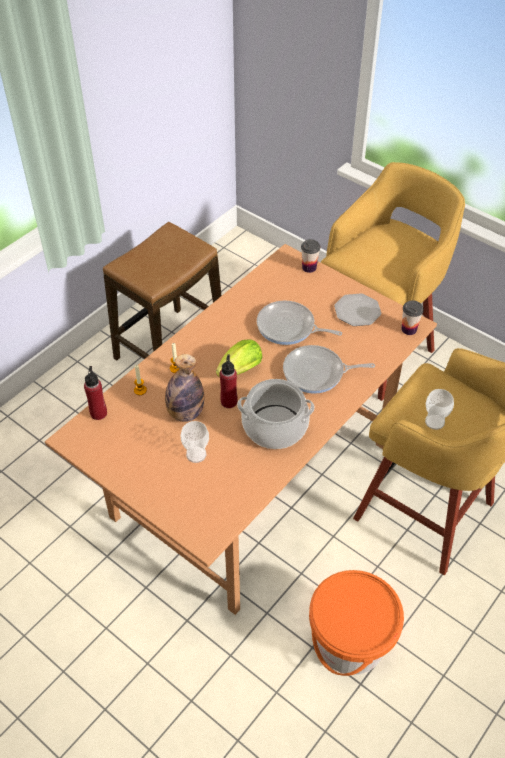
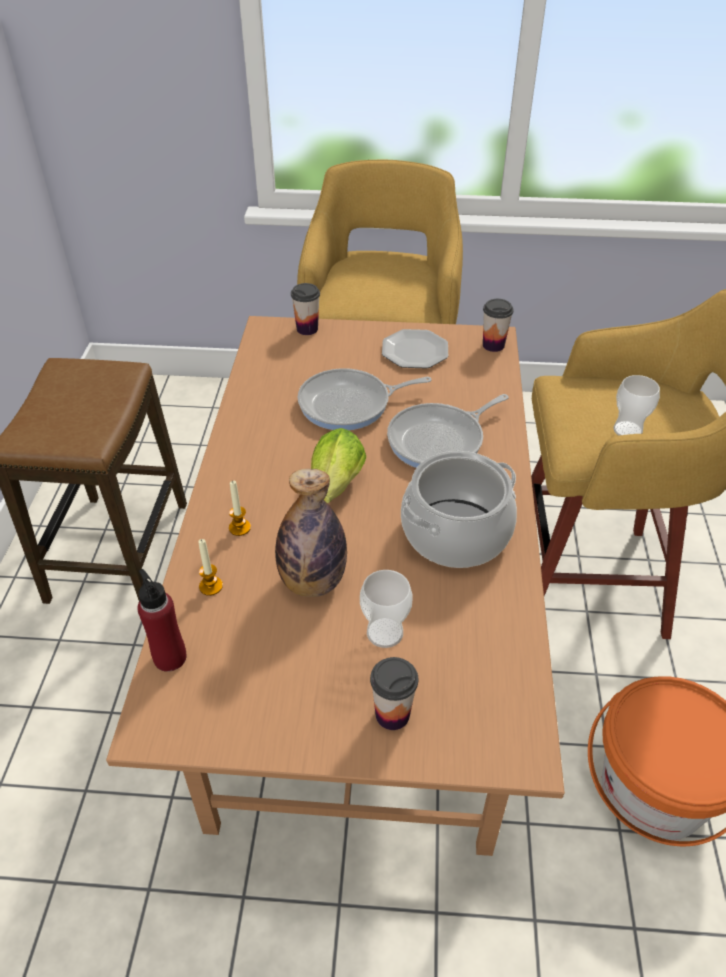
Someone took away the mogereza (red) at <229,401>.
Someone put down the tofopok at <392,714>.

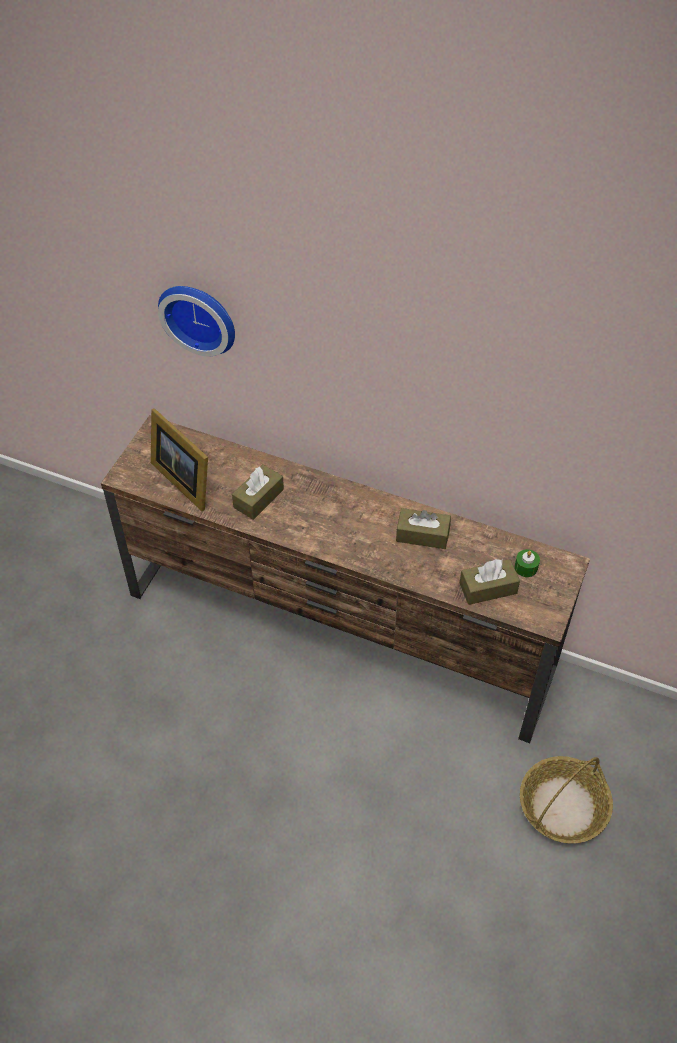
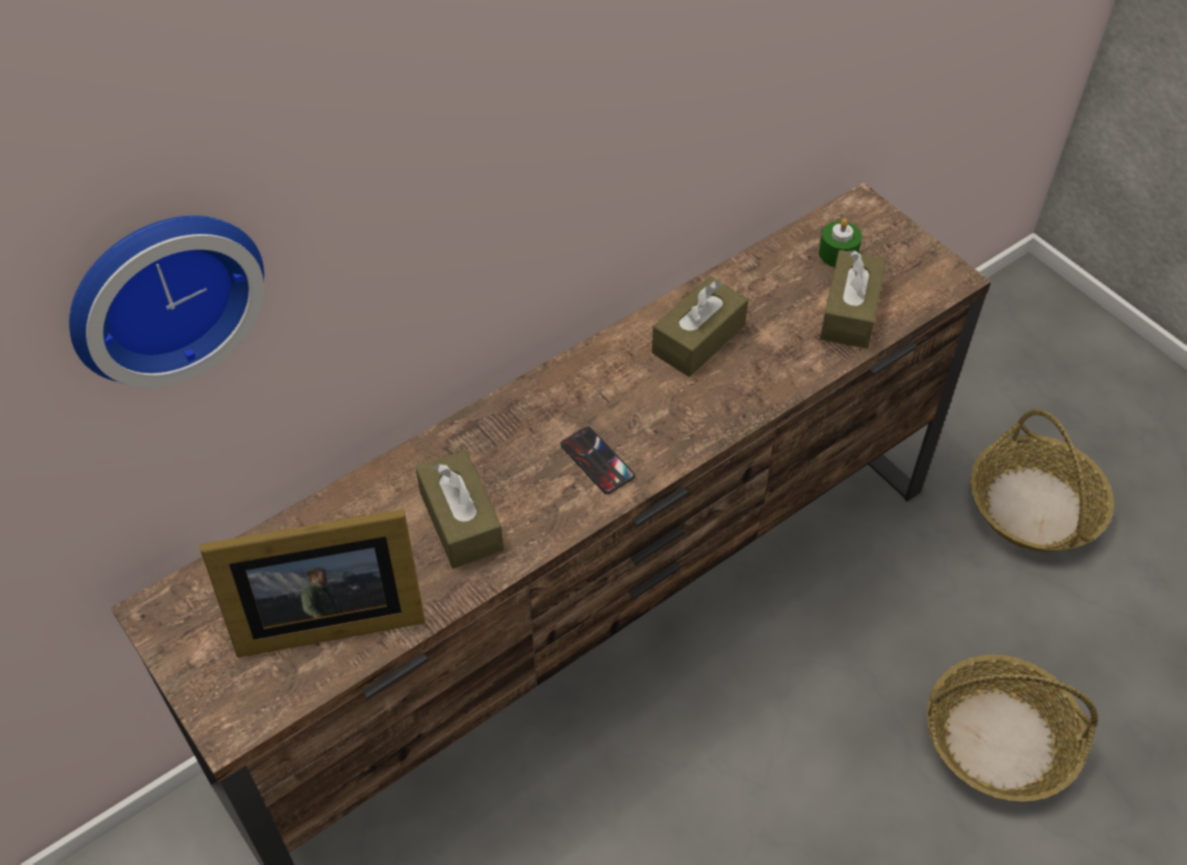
Someone put down the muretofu at <597,461>.
Someone put down the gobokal at <1000,739>.

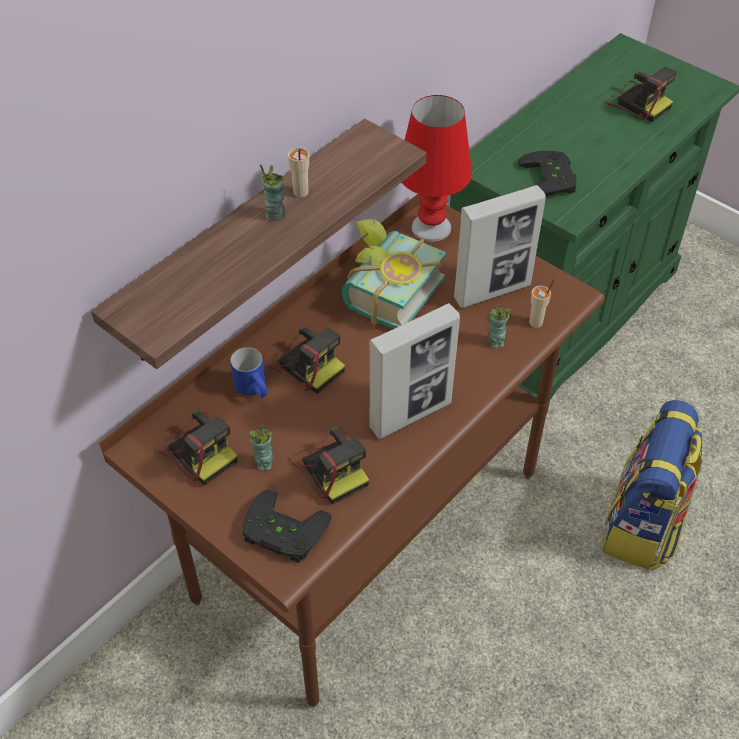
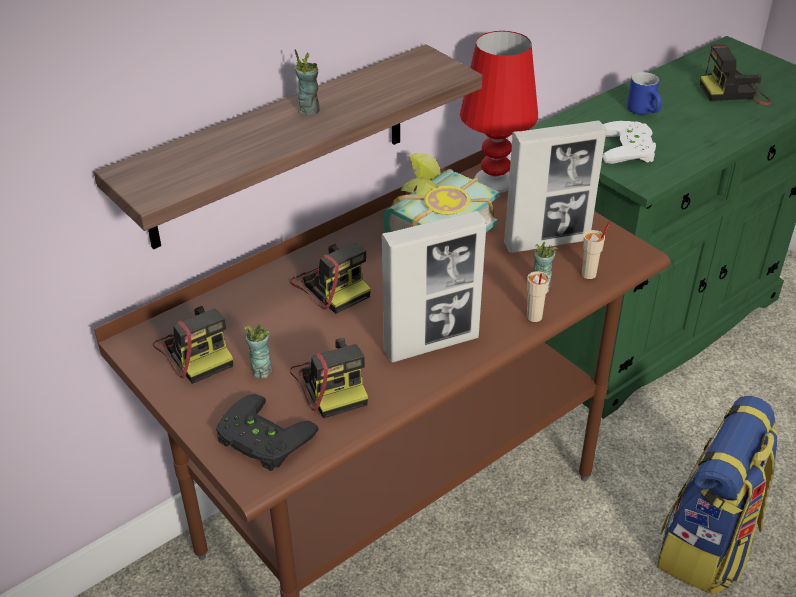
Someone carried the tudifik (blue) from <255,389> to <645,112>.
Someone carried the tofopok (beige) from <300,192> to <534,317>.
Someone repainted the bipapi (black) at <551,179>, which became the bipapi (white) at <630,148>.
Someone rotated the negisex at <637,103> by 120 degrees clockwise.

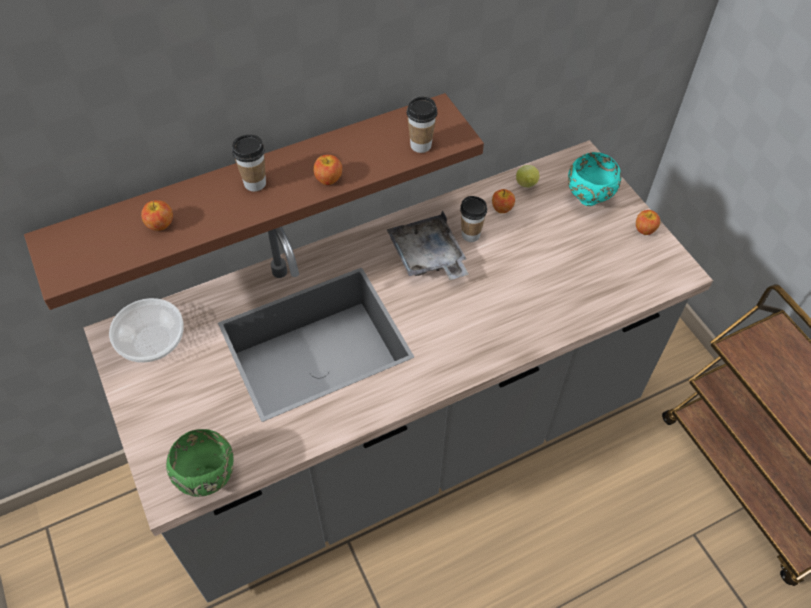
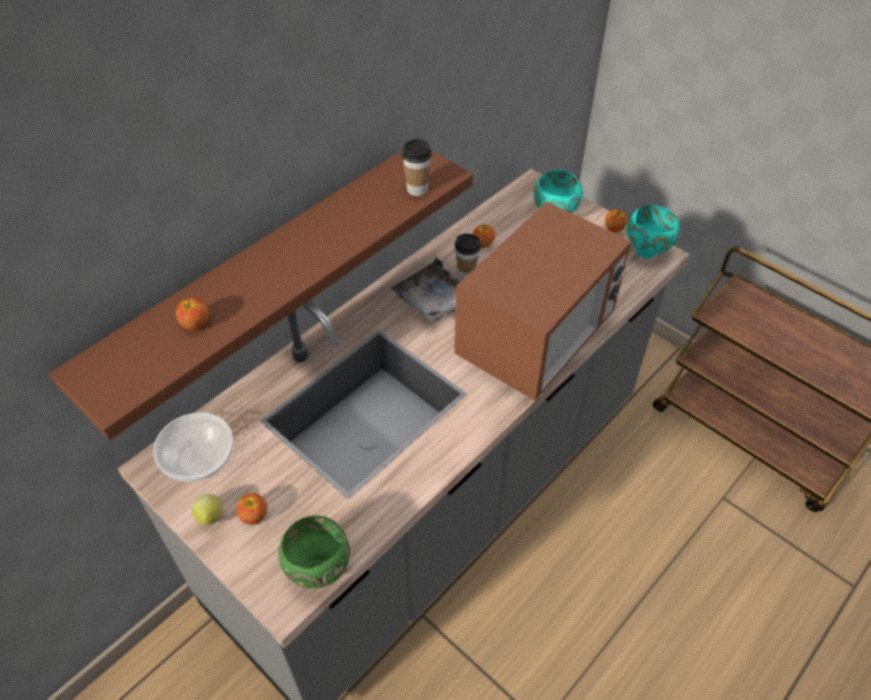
Someone took away the tofopok at <255,183>.
Someone put down the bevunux at <536,338>.
Someone put down the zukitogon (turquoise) at <647,252>.
Someone carried the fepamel from <328,179> to <254,515>.
Someone carried the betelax from <526,186> to <211,519>.

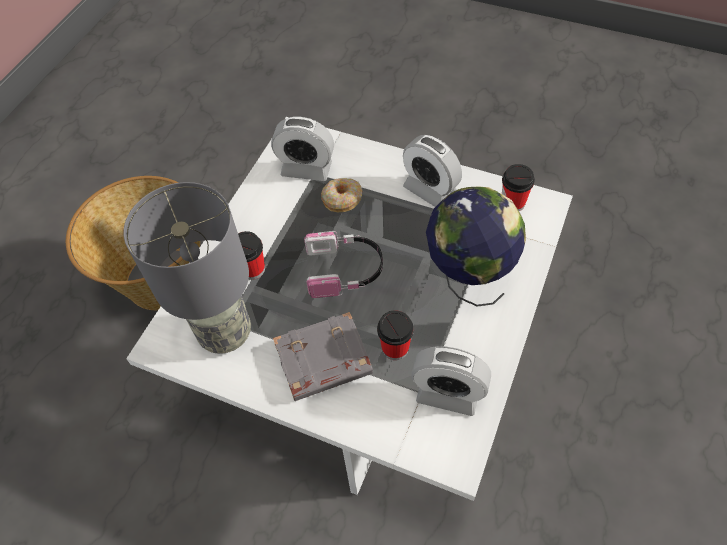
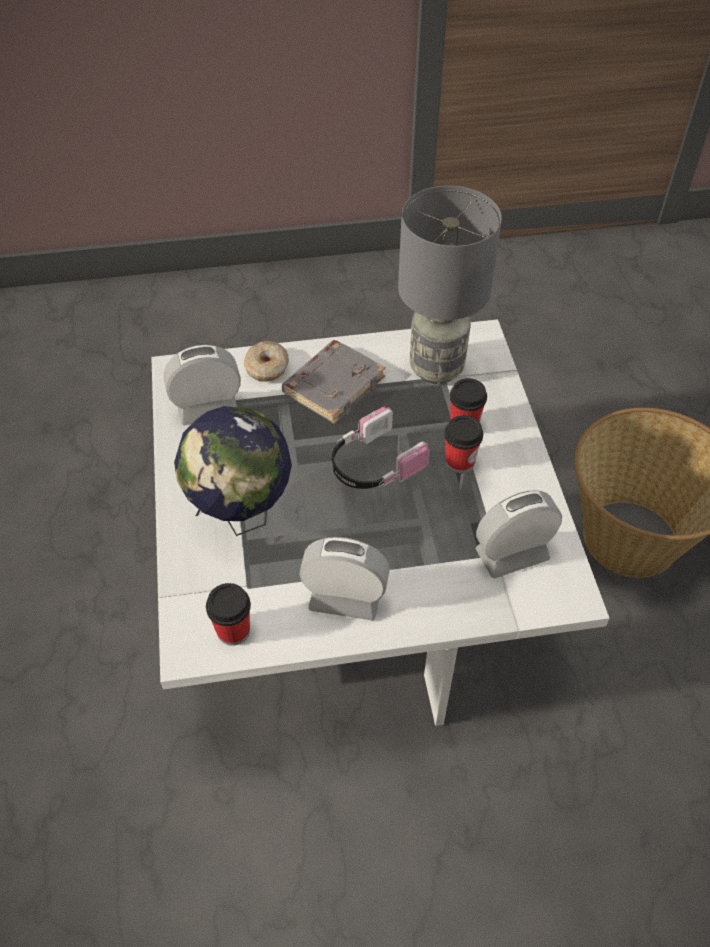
Someone carried the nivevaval from <342,199> to <267,368>.
Someone carried the tofopok from <395,348> to <459,462>.

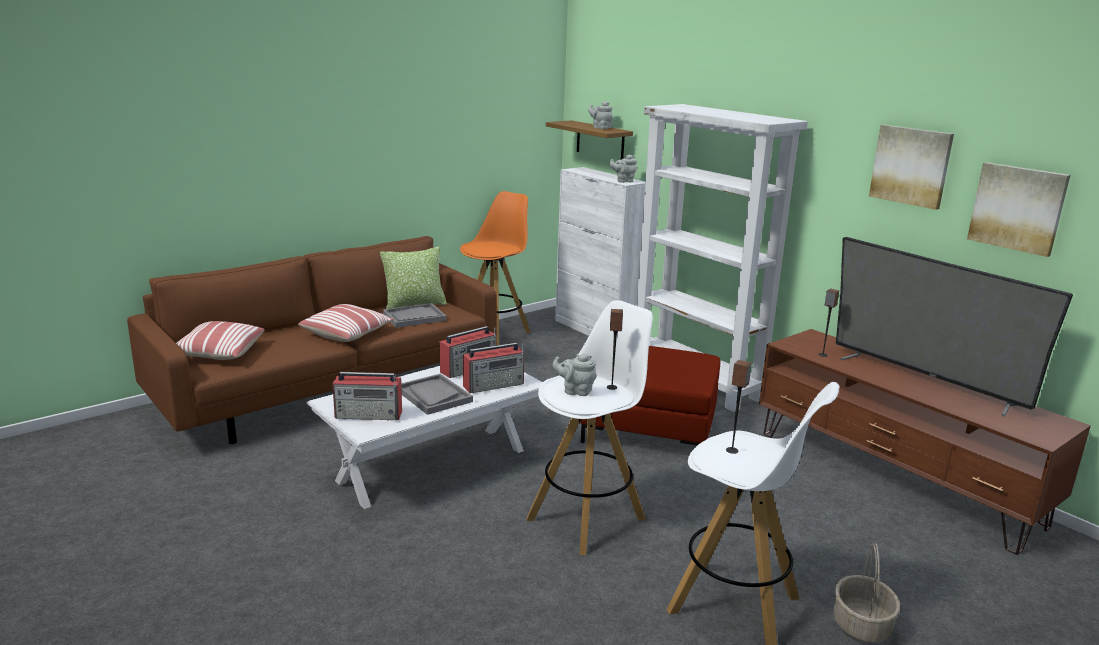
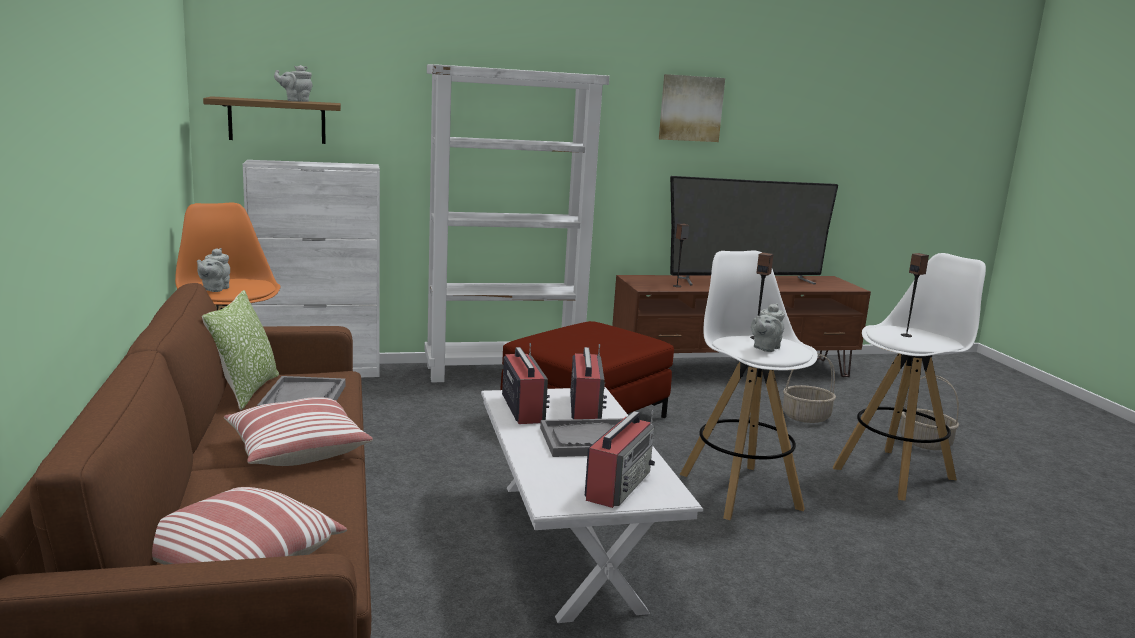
Someone took away the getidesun at <1017,208>.
Someone put down the gobokal at <806,417>.
Someone carried the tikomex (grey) from <623,181> to <214,289>.

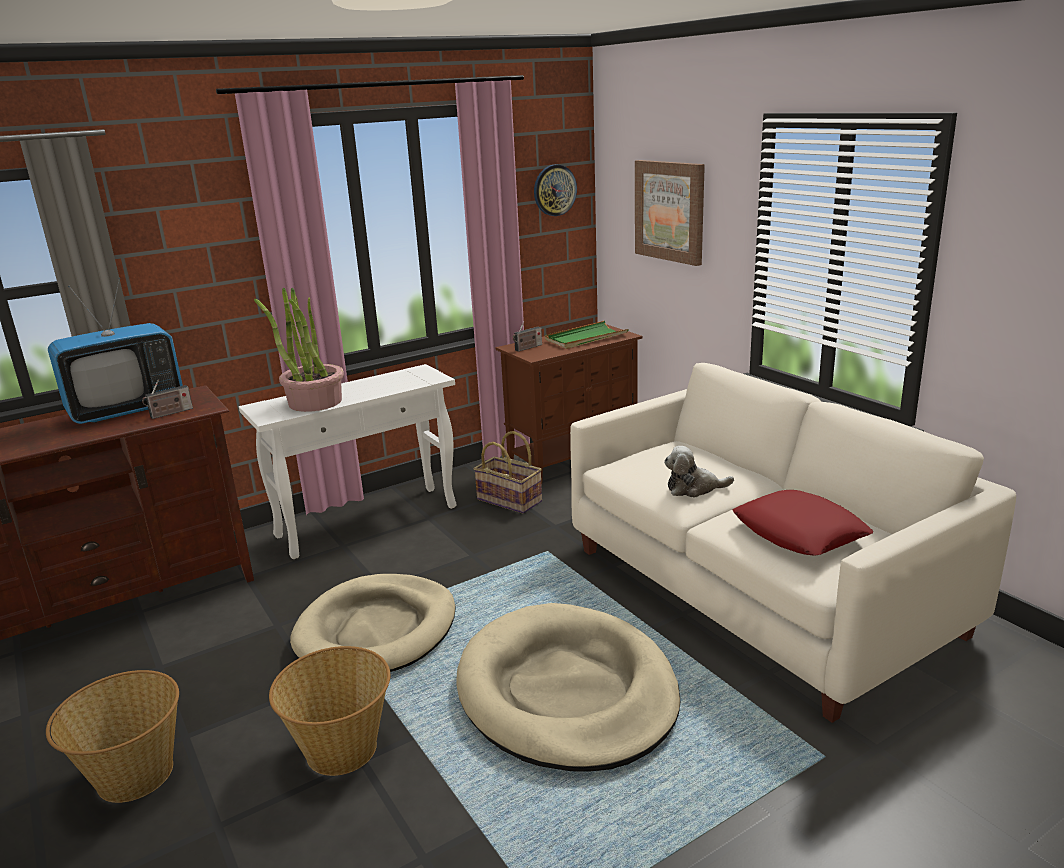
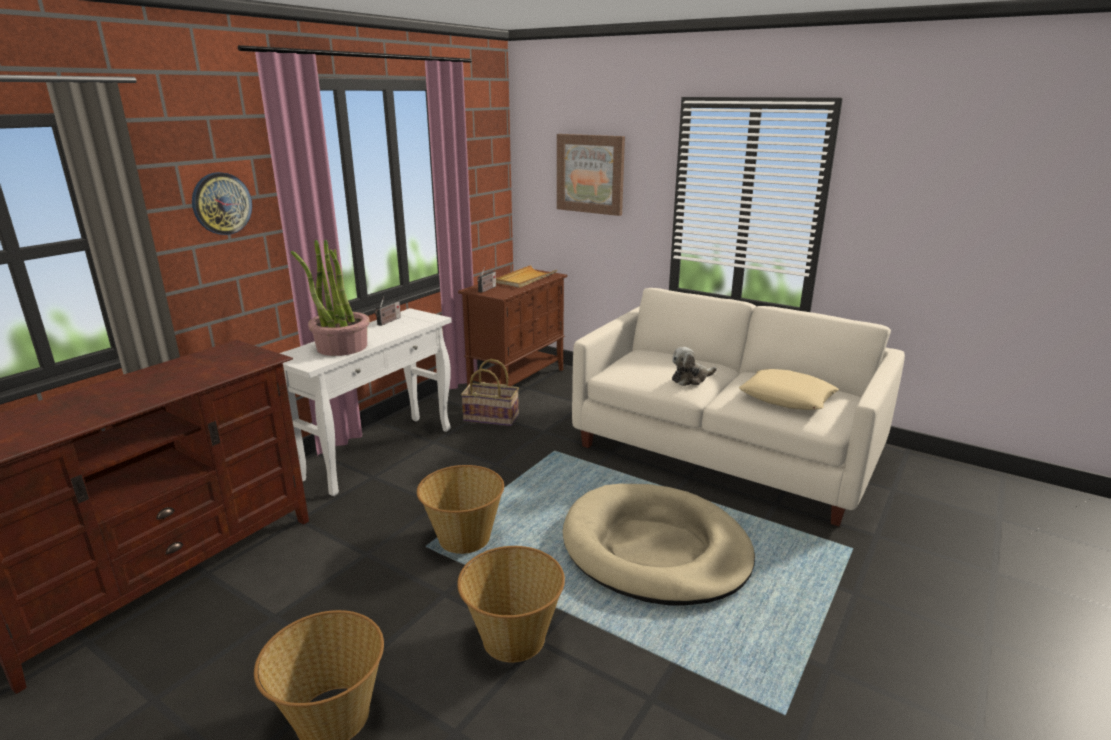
Someone took away the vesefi at <127,410>.
Someone carried the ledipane from <169,413> to <388,321>.
Someone carried the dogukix from <554,190> to <221,203>.
Someone swapped the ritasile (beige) at <377,630> for the gobokal at <464,538>.
Someone repainted the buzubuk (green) at <585,338>, which became the buzubuk (beige) at <525,279>.
Someone repainted the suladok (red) at <799,532>, which became the suladok (beige) at <787,397>.

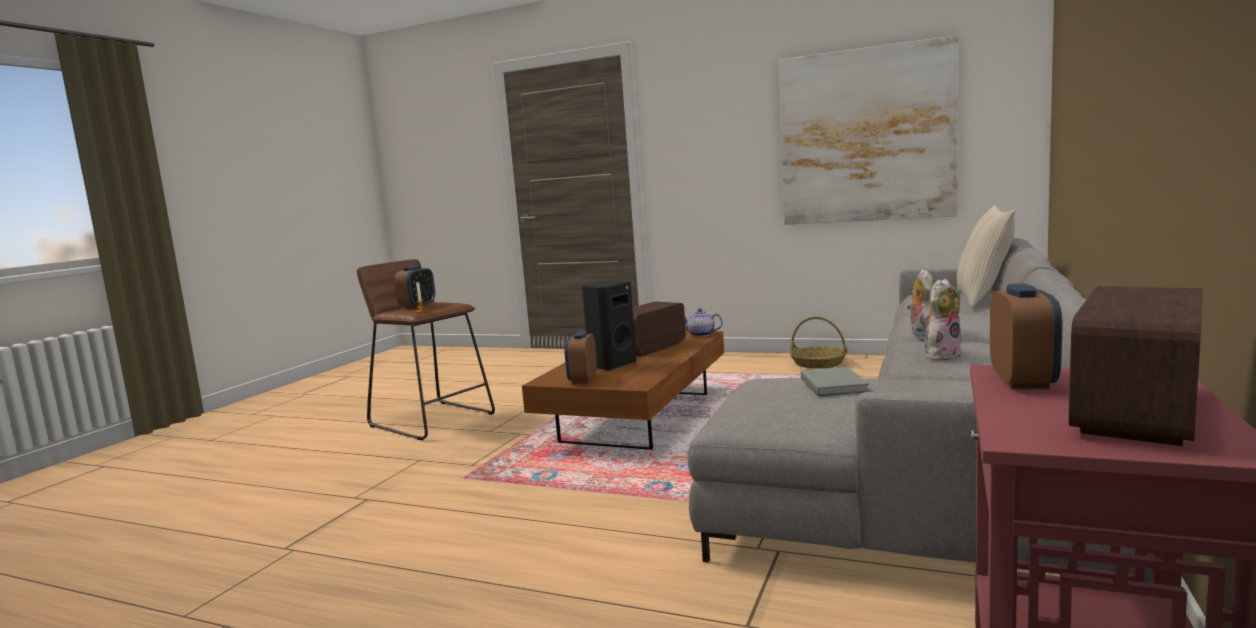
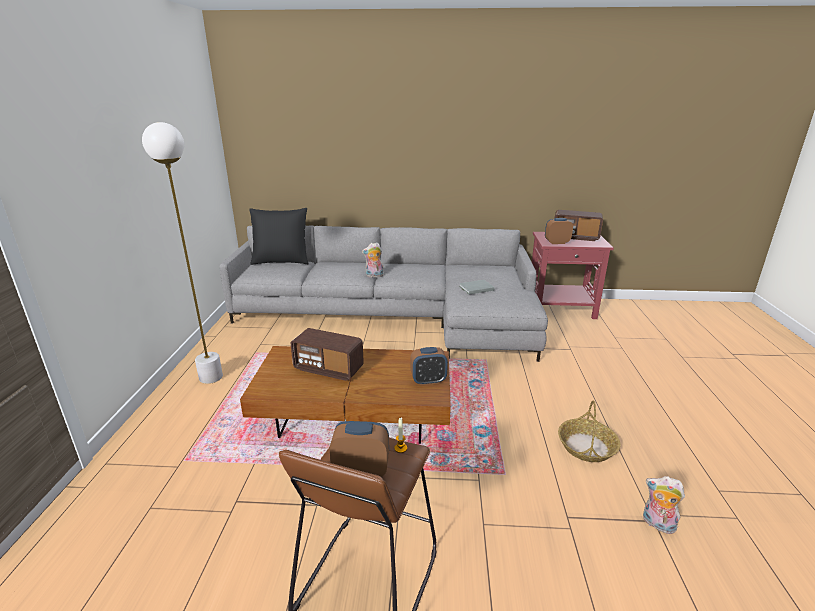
Someone took away the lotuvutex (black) at <611,365>.
Someone took away the tikomex at <700,335>.
Someone took away the getidesun at <866,136>.
Someone put down the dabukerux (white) at <211,377>.
Someone carried the gobokal from <818,363> to <586,446>.
Someone carried the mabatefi from <941,355> to <657,524>.
Someone repainted the suladok (beige) at <983,298>, which became the suladok (black) at <281,261>.

